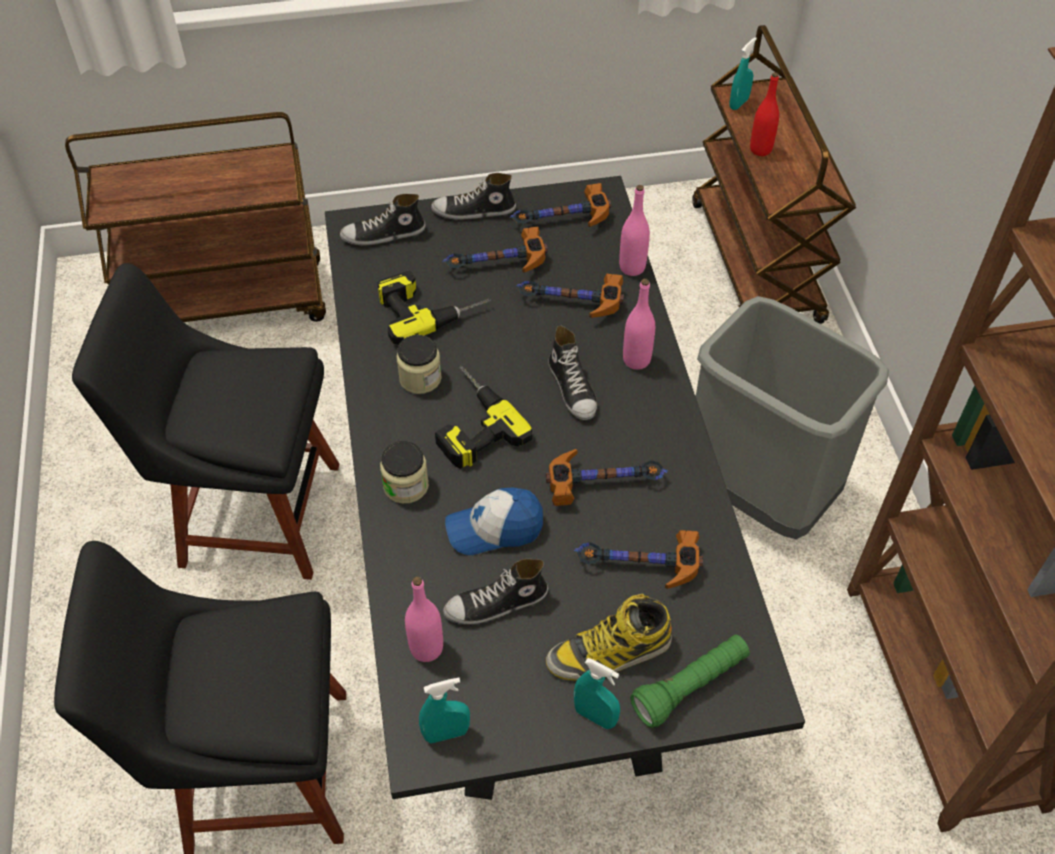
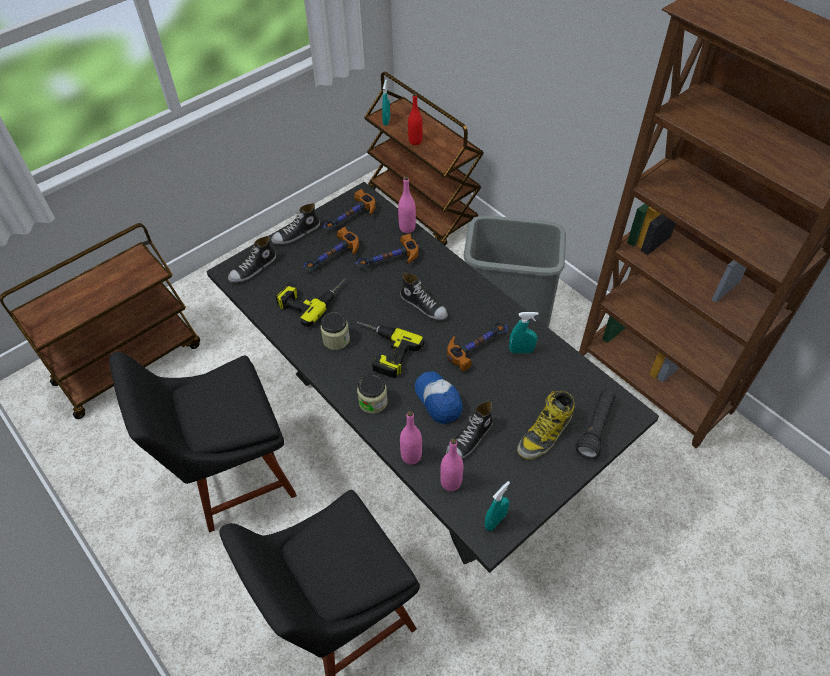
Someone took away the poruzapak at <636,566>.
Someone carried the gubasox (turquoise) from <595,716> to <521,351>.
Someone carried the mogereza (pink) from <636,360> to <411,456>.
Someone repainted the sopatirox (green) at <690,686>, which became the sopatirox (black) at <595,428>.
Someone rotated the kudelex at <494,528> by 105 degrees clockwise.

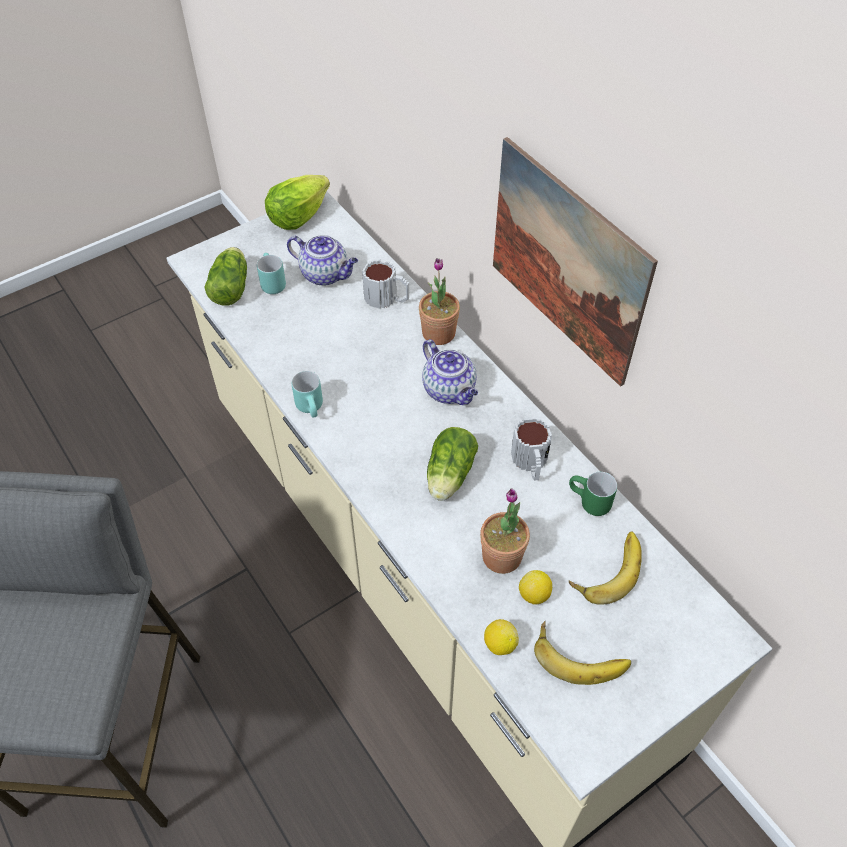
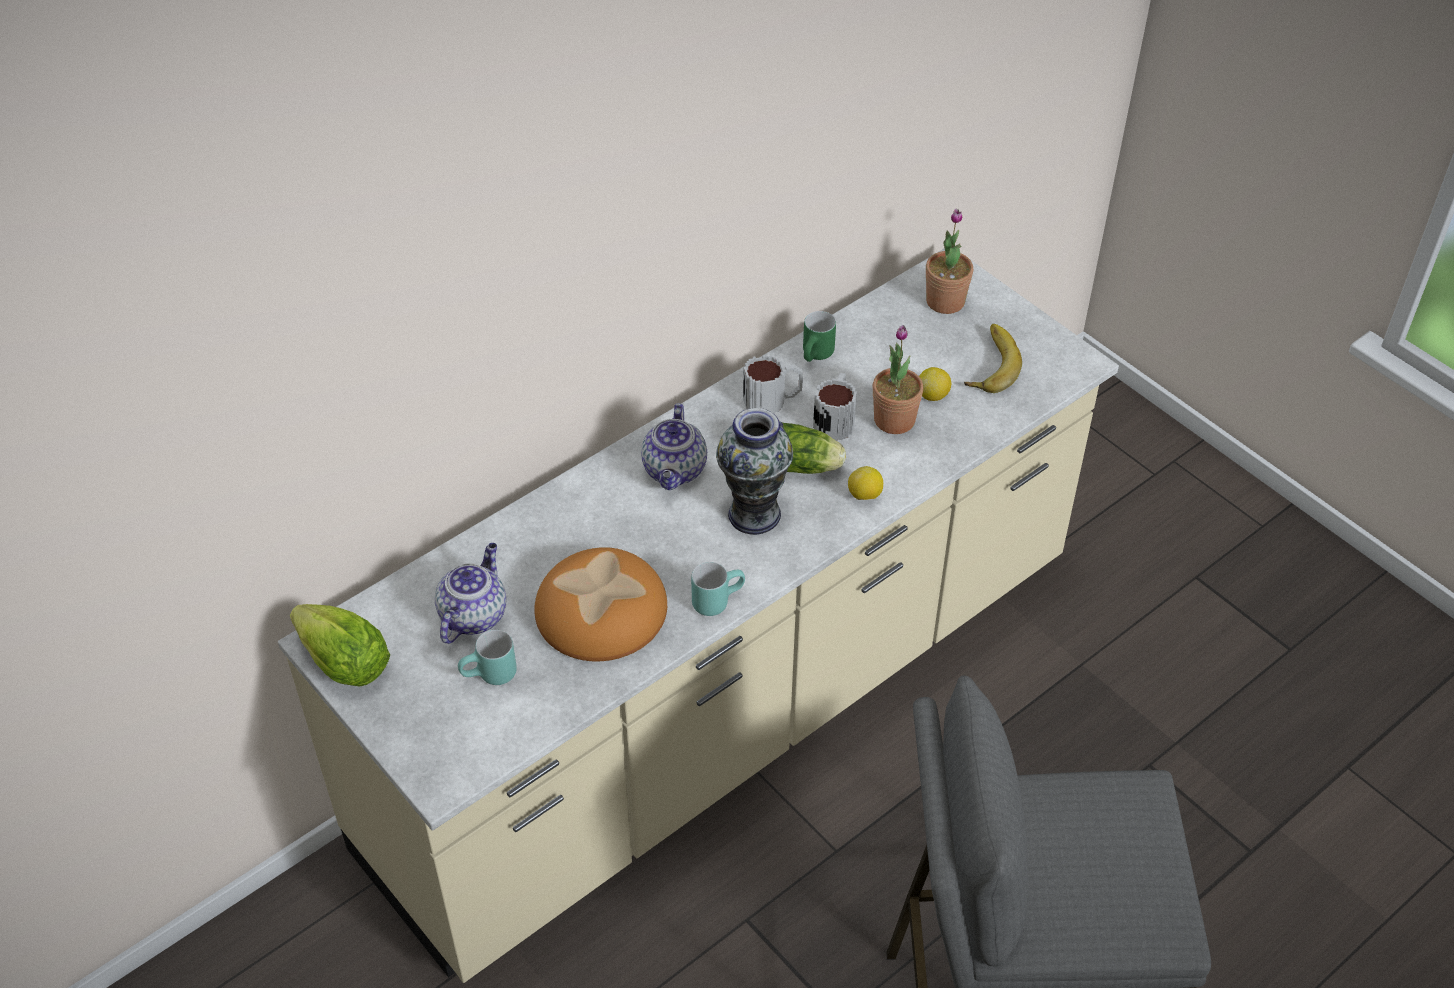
Someone took away the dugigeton at <231,286>.
Someone took away the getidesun at <566,262>.
Someone took away the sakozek at <607,568>.
Someone put down the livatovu at <602,610>.
Someone put down the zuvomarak at <755,514>.
Someone carried the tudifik from <387,298> to <835,419>.
Someone carried the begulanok from <438,333> to <945,301>.
Someone carried the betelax from <499,644> to <864,495>.
Someone rotated the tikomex at <450,390> by 135 degrees clockwise.

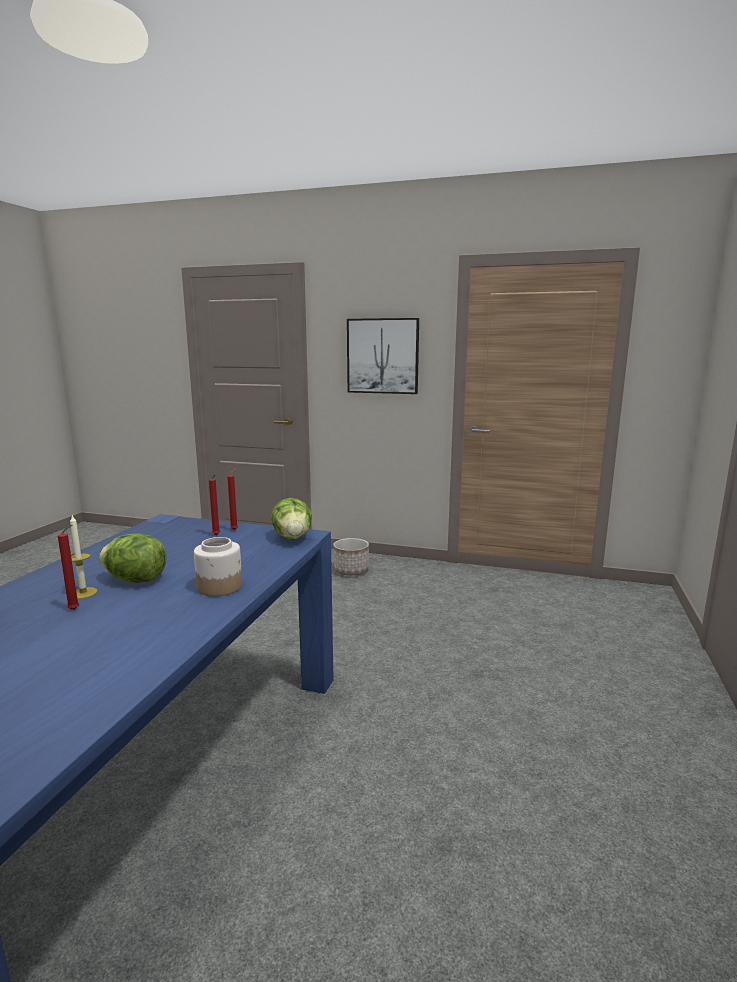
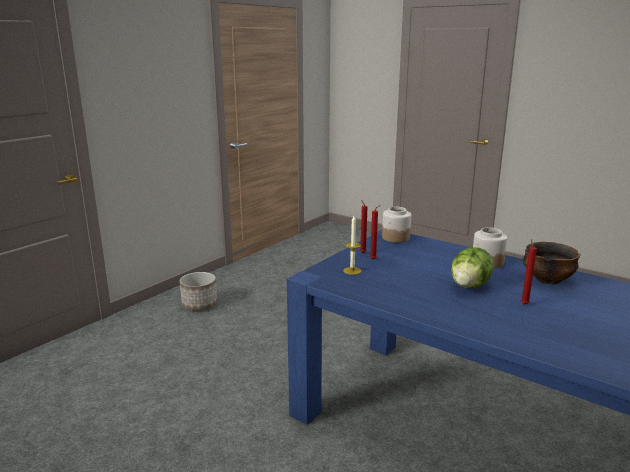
Someone took away the getidesun at <383,356>.
Someone put down the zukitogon at <547,280>.
Someone carried the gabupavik from <83,593> to <352,271>.
Someone swapped the dugigeton at <293,538> for the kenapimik at <395,238>.

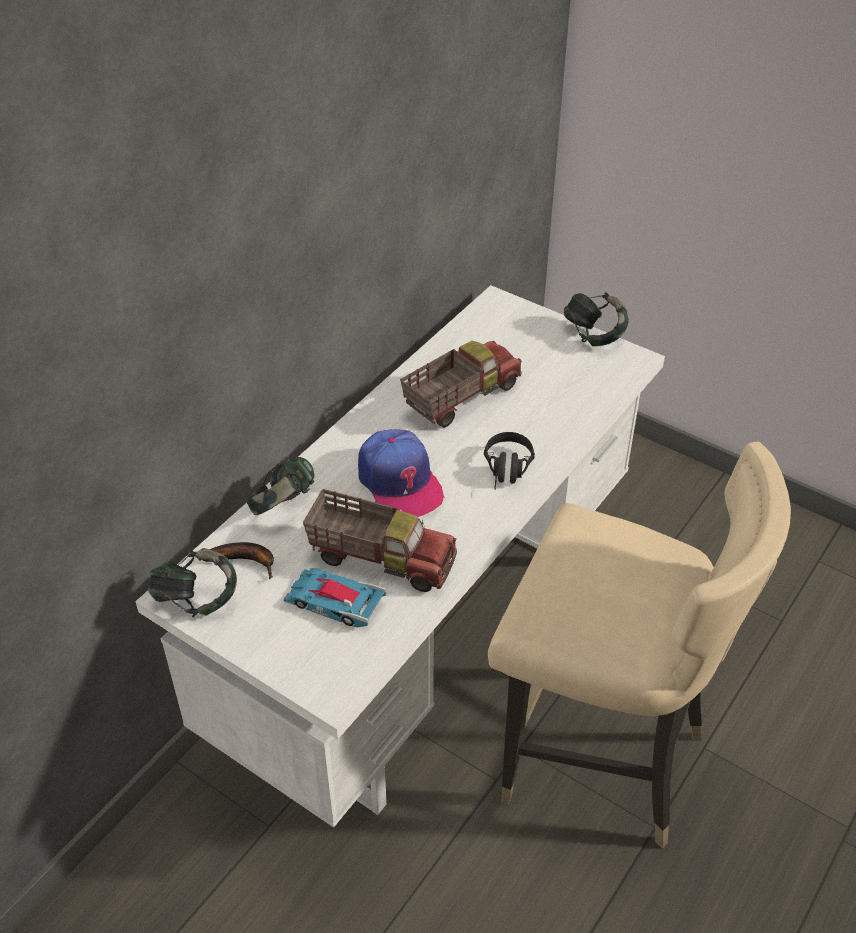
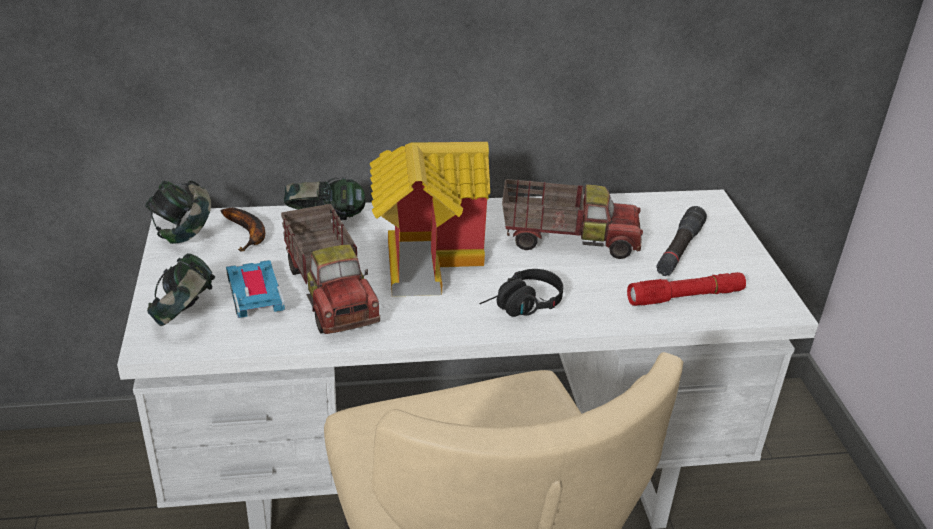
Someone put down the sopatirox (red) at <685,297>.
Someone put down the sopatirox (black) at <679,250>.
Someone carried the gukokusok from <593,335> to <185,314>.
Someone swapped the kudelex at <399,482> for the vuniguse at <427,259>.

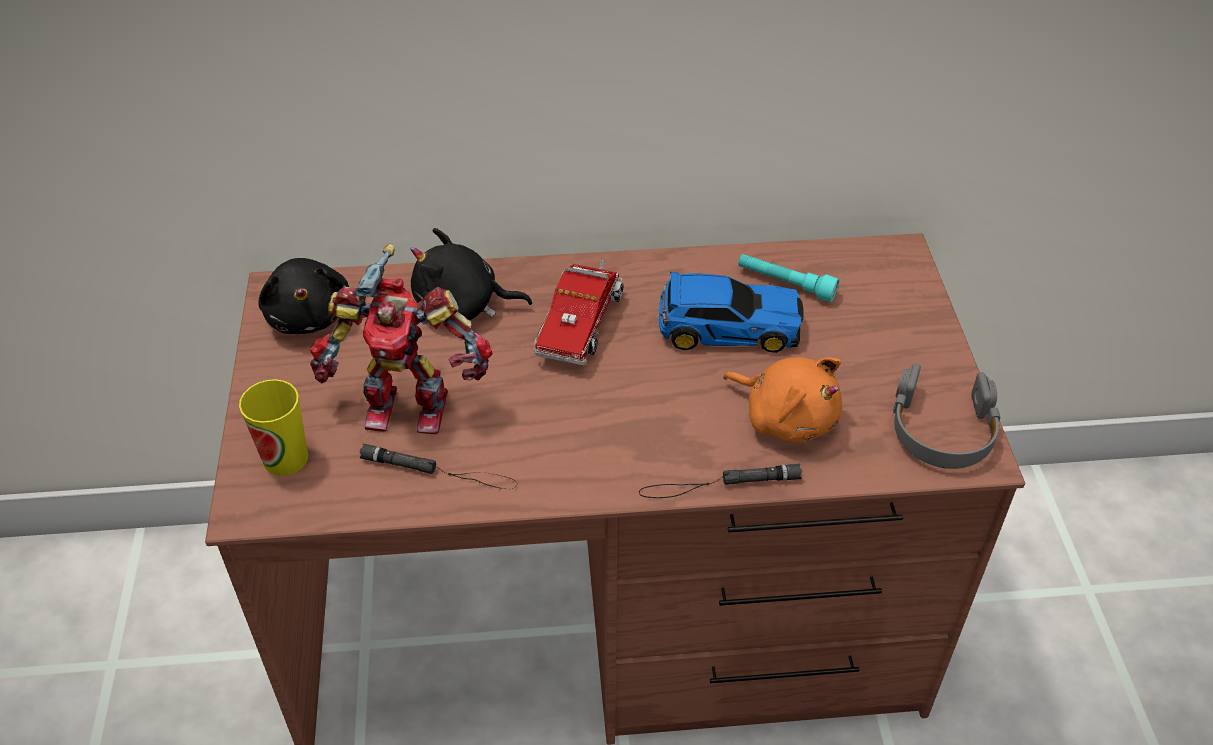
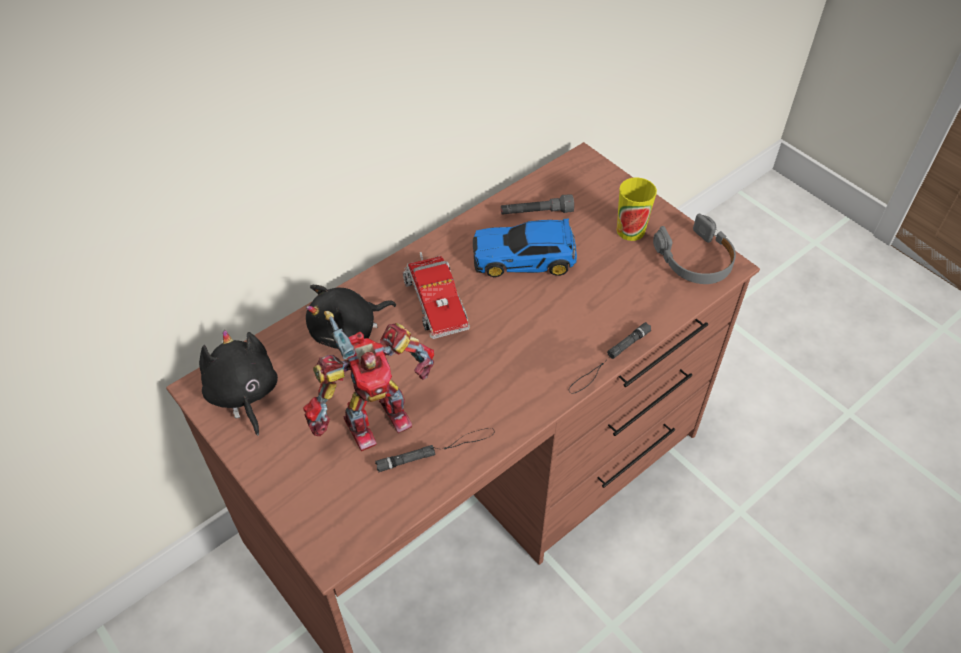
Someone took away the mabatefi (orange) at <786,417>.
Someone carried the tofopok from <285,458> to <630,230>.
Someone repainted the sopatirox (turquoise) at <785,284>, which became the sopatirox (grey) at <536,213>.
Someone rotated the mabatefi (black) at <309,315> by 150 degrees counterclockwise.
Someone rotated the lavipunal at <726,326> by 150 degrees counterclockwise.

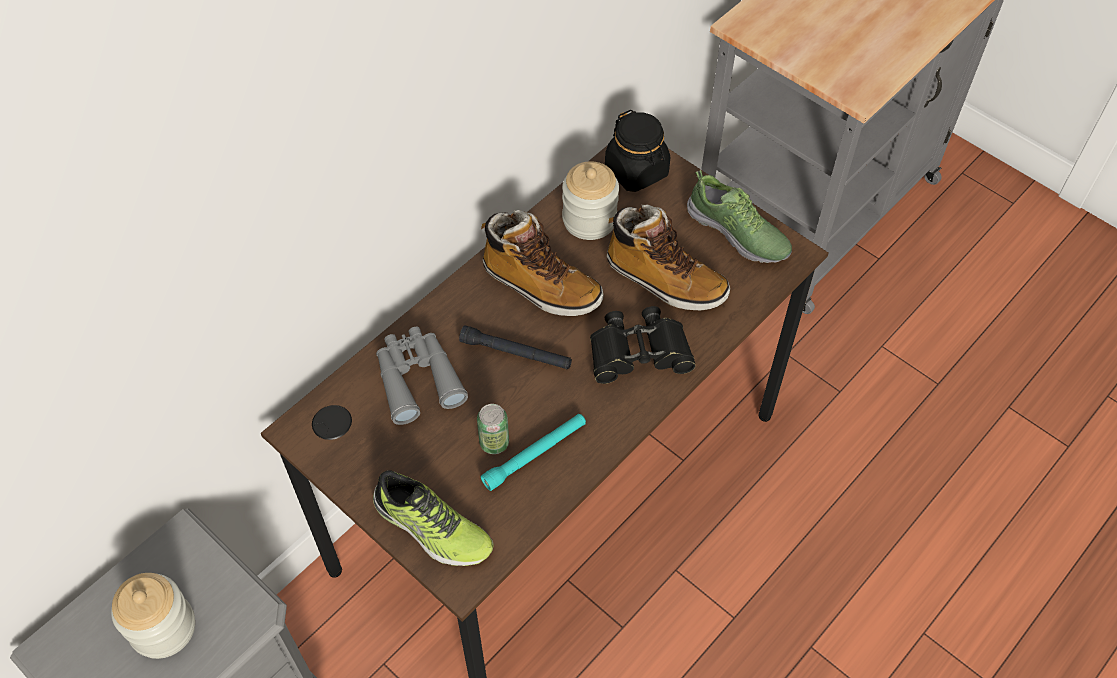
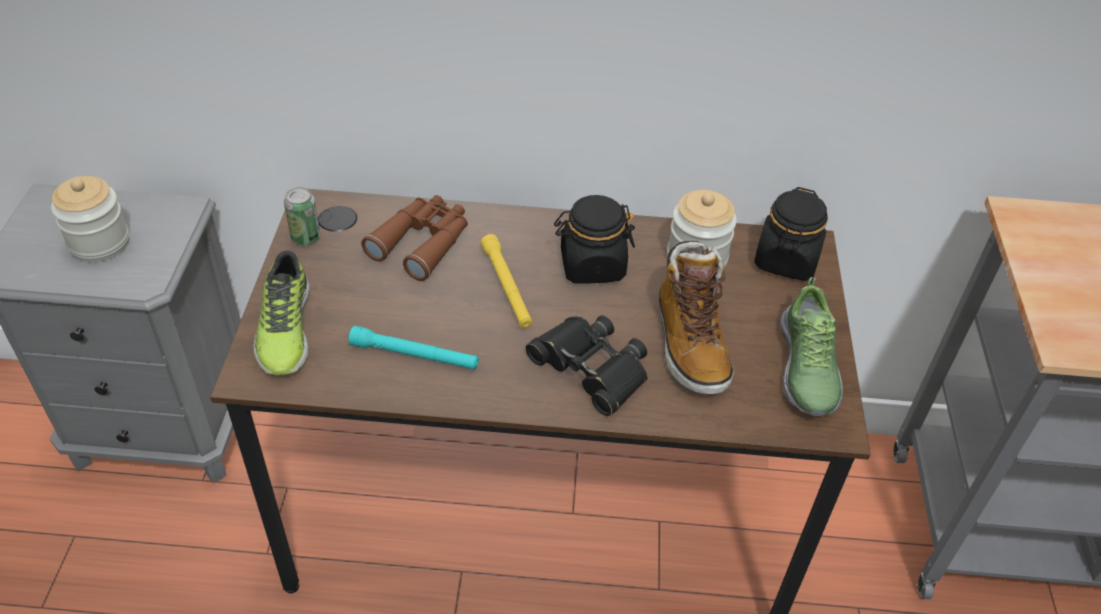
Someone carried the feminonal from <494,442> to <306,237>.
Someone swapped the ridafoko at <540,286> for the kenapimik (black) at <592,265>.
Someone repainted the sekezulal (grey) at <417,378>, which became the sekezulal (brown) at <423,242>.
Someone repainted the sopatirox (black) at <516,353>, which became the sopatirox (yellow) at <506,287>.

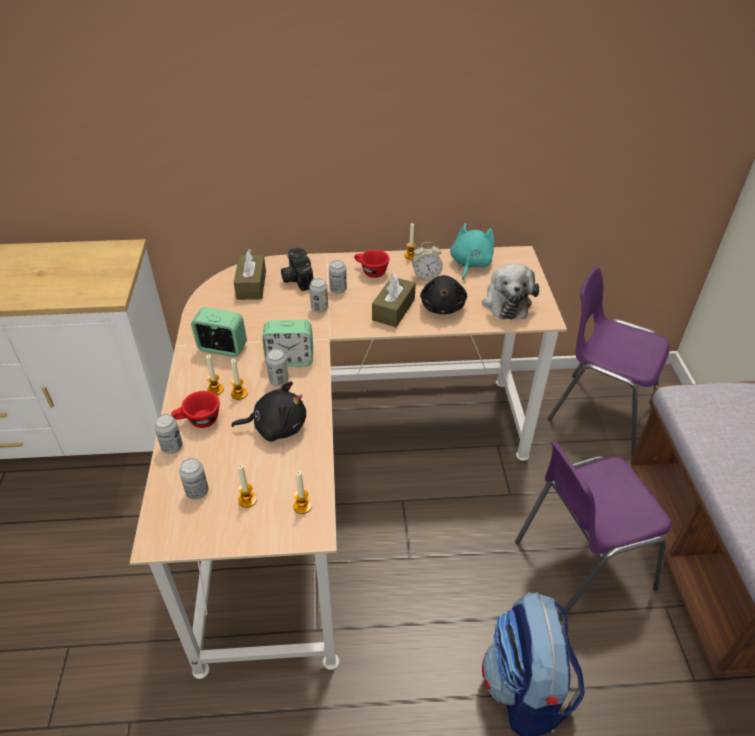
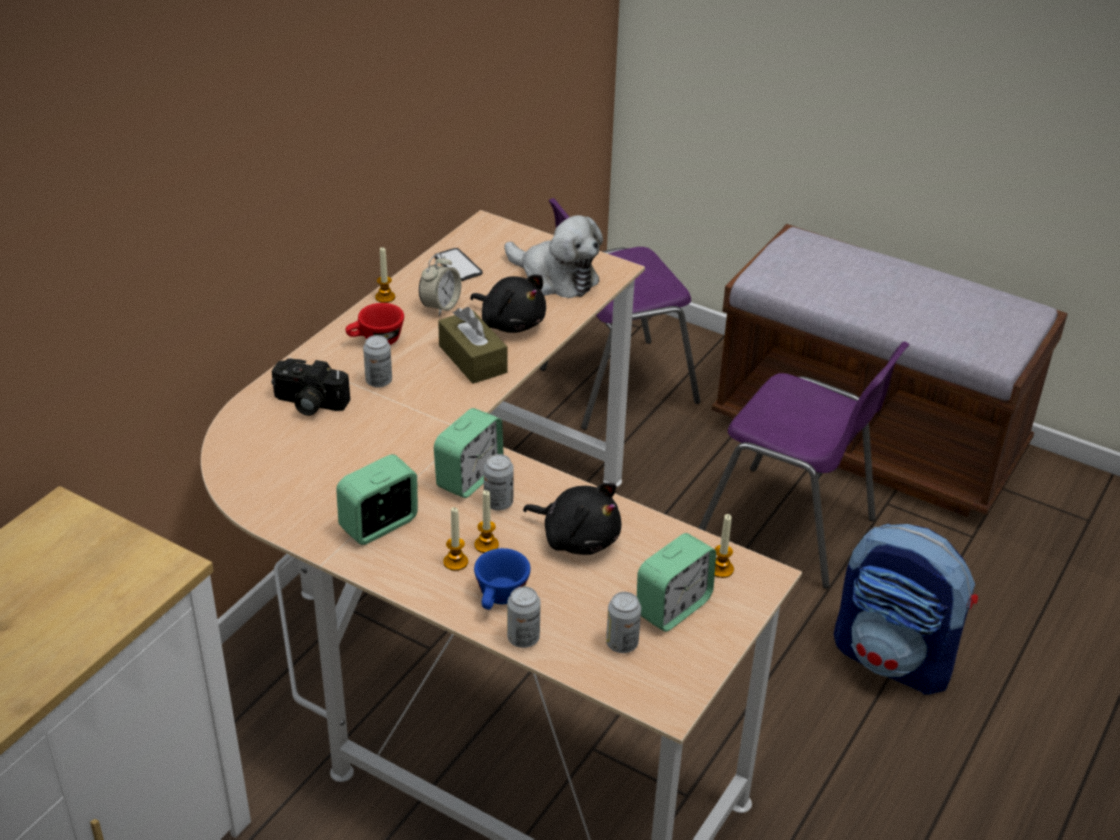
Someone took away the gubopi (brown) at <251,285>.
Someone took away the feminonal at <319,308>.
Someone swapped the gabupavik at <247,500> for the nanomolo at <673,607>.
Someone swapped the mabatefi (turquoise) at <470,264> for the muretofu at <458,265>.
Someone repainted the tofopok (red) at <198,421>, which became the tofopok (blue) at <500,598>.
Someone rotated the mabatefi (black) at <276,426> by 90 degrees clockwise.
Someone rotated the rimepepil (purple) at <579,564> by 75 degrees counterclockwise.

